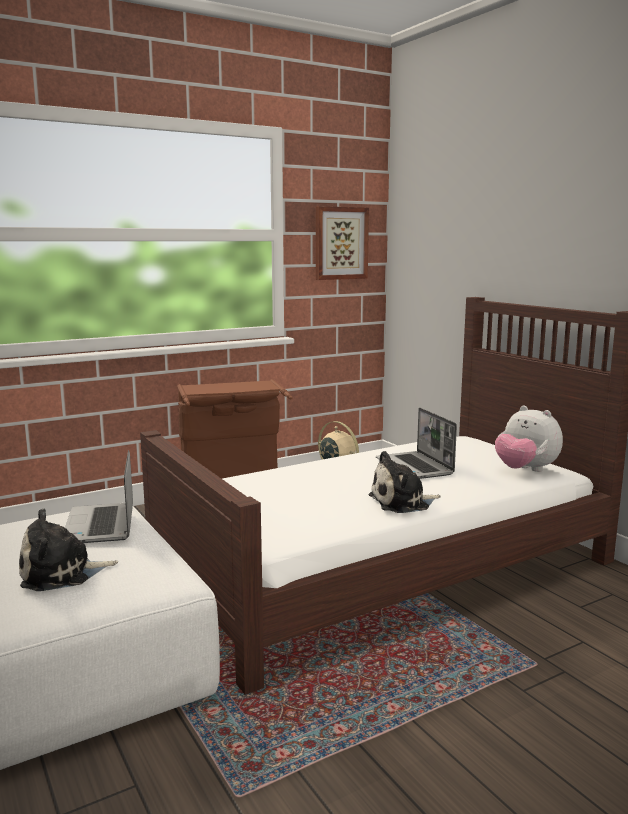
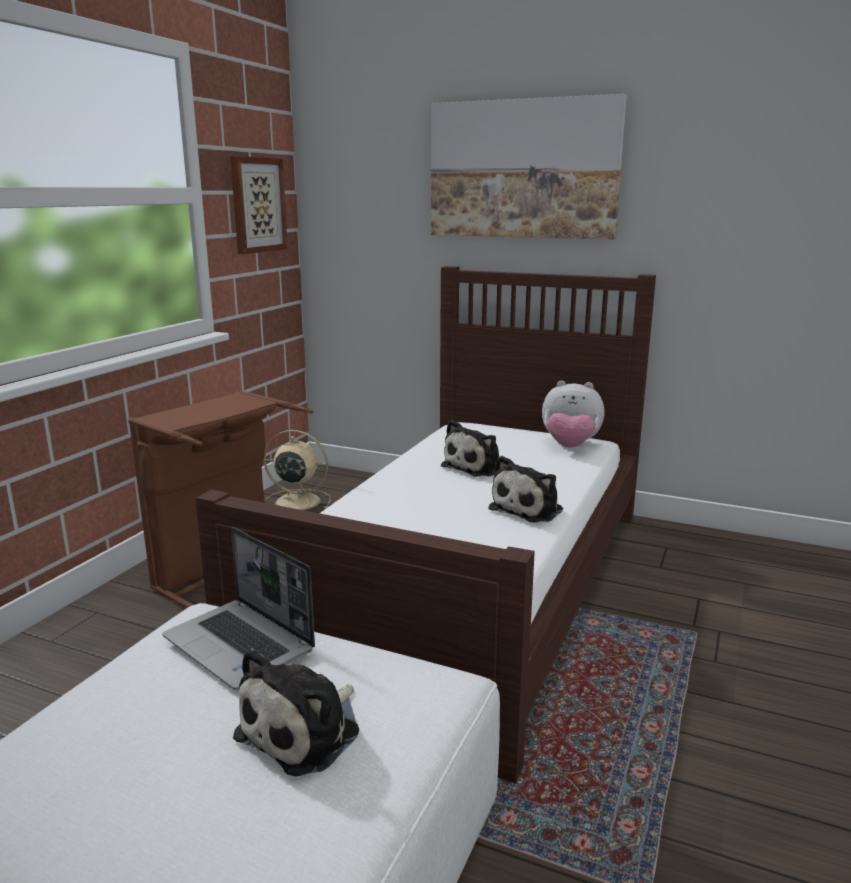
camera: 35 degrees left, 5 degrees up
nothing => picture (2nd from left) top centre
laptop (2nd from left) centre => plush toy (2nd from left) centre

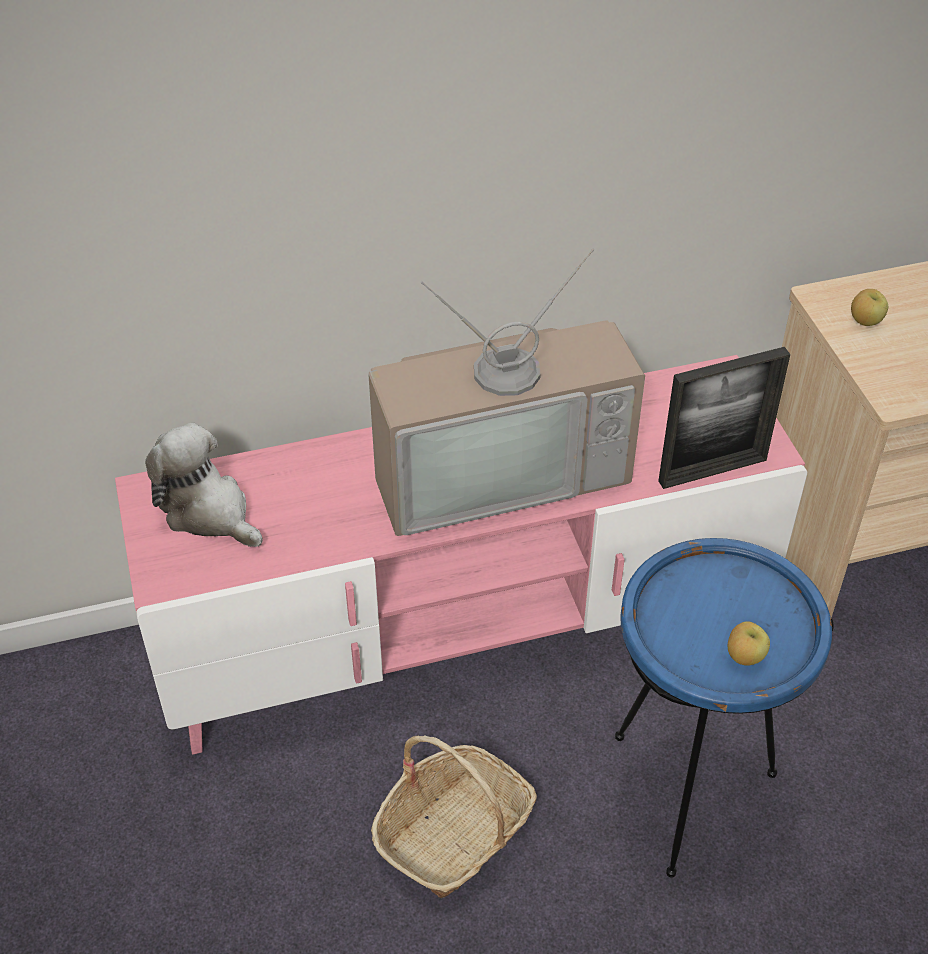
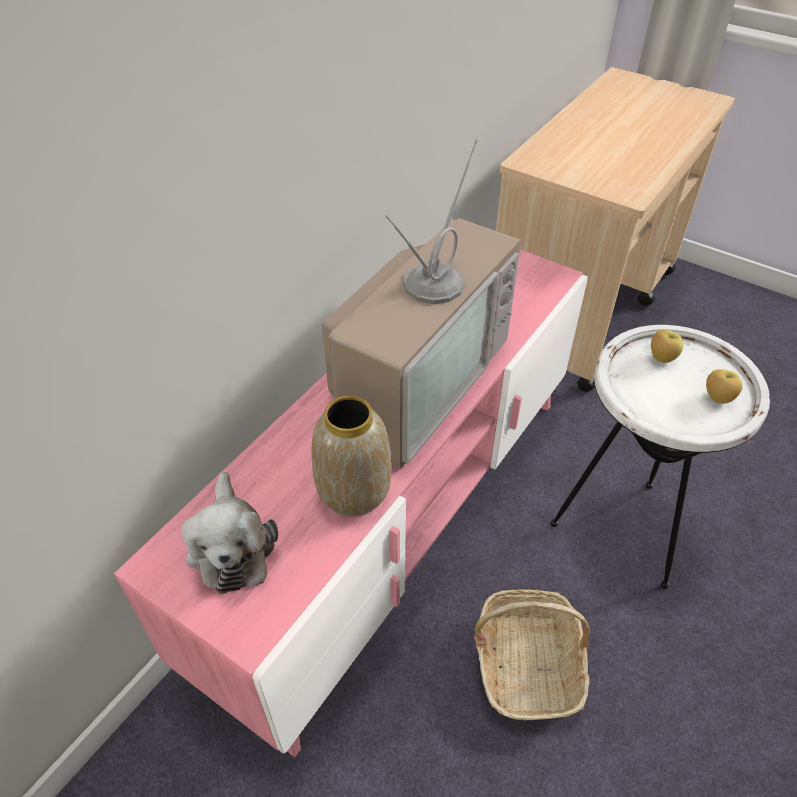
camera: 40 degrees left, 0 degrees up
picture frame middle right => nothing
nothing => vase centre
apple (2nd from left in the first image) top right => apple (1st from left) middle right, moved
blue side table bottom right => white side table middle right
plush toy middle left => plush toy bottom left, 105 degrees counterclockwise

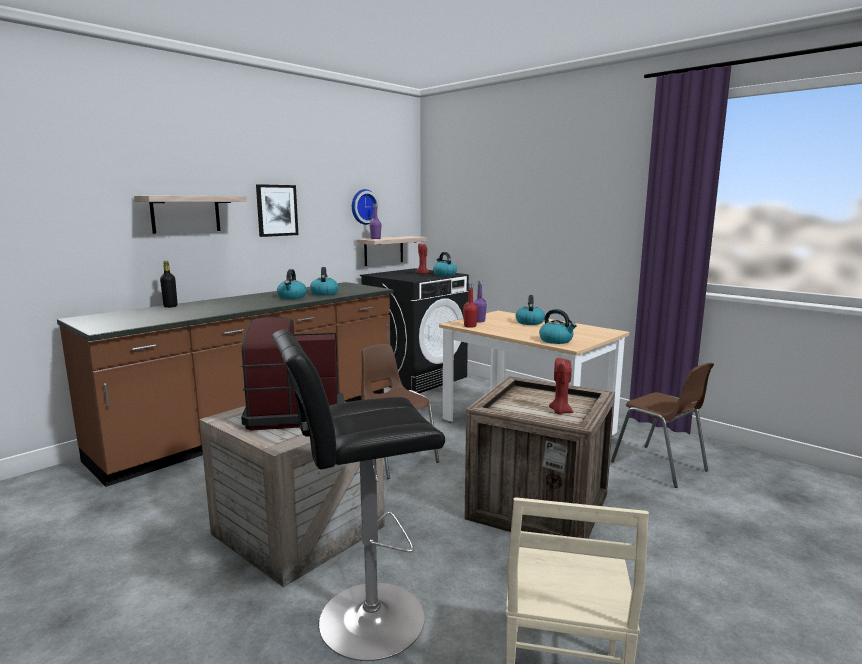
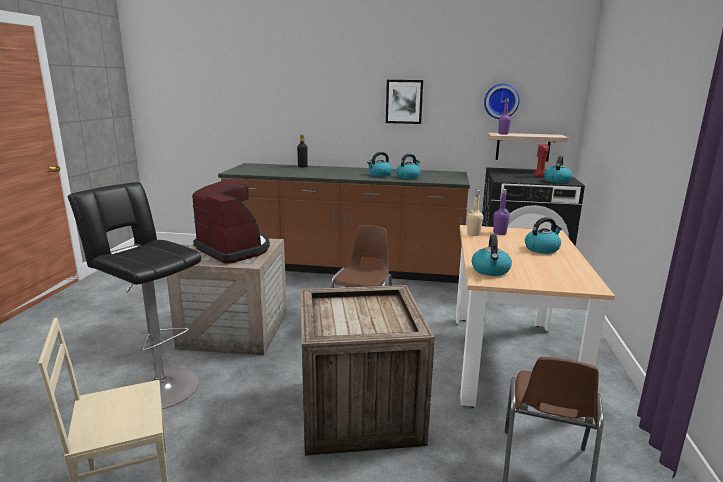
camera: 55 degrees right, 5 degrees up
shelf (1st from left) top left => nothing
red candle (2nd from left) centre => nothing
red bottle centre => beige bottle centre

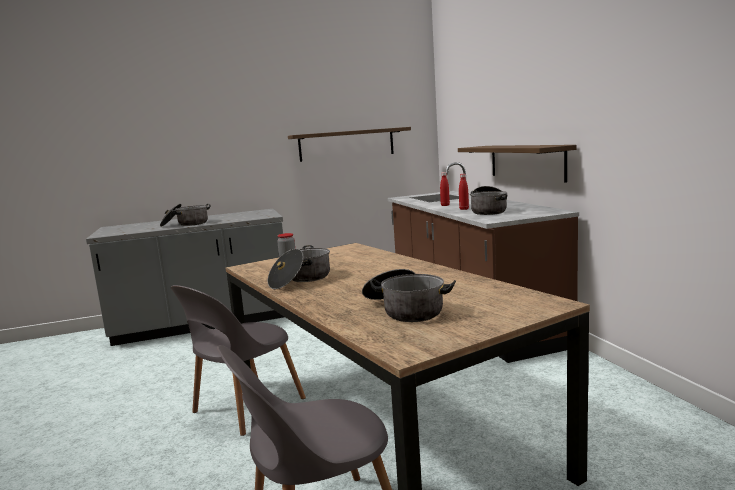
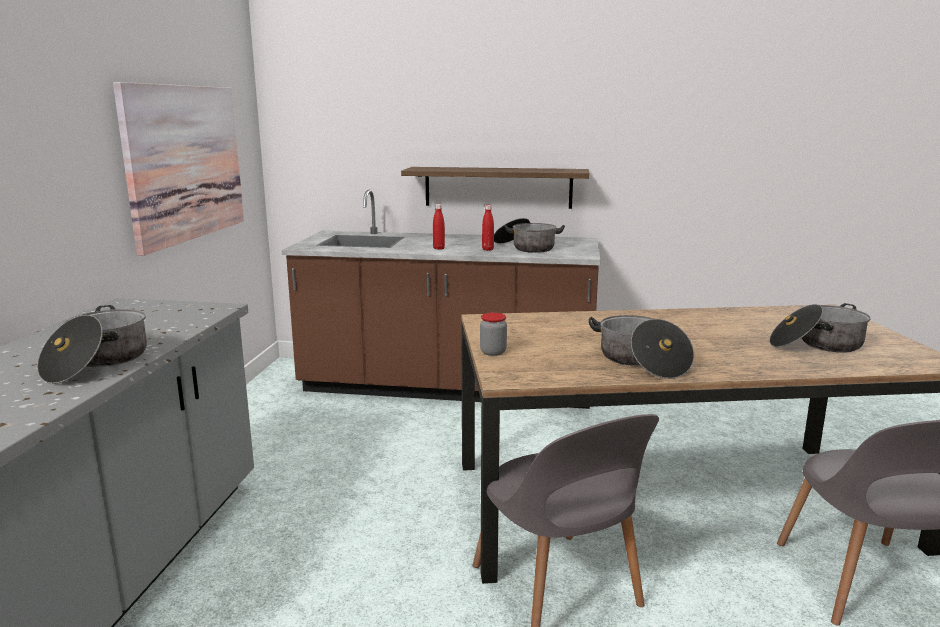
camera: 65 degrees left, 5 degrees up
shelf (1st from left) top centre => picture top left

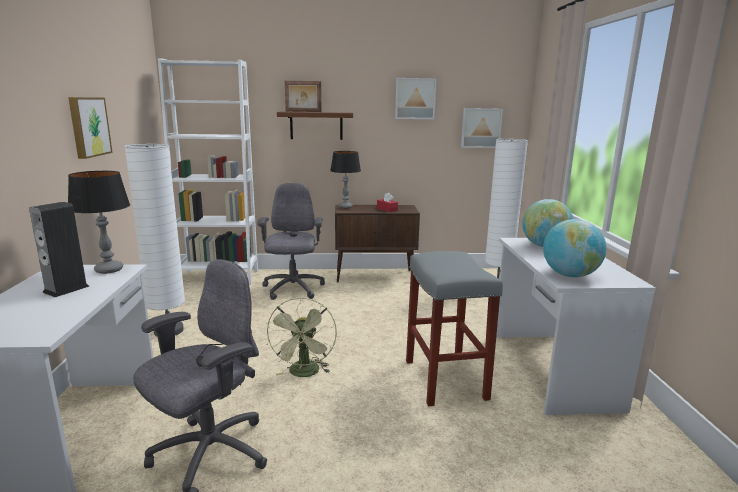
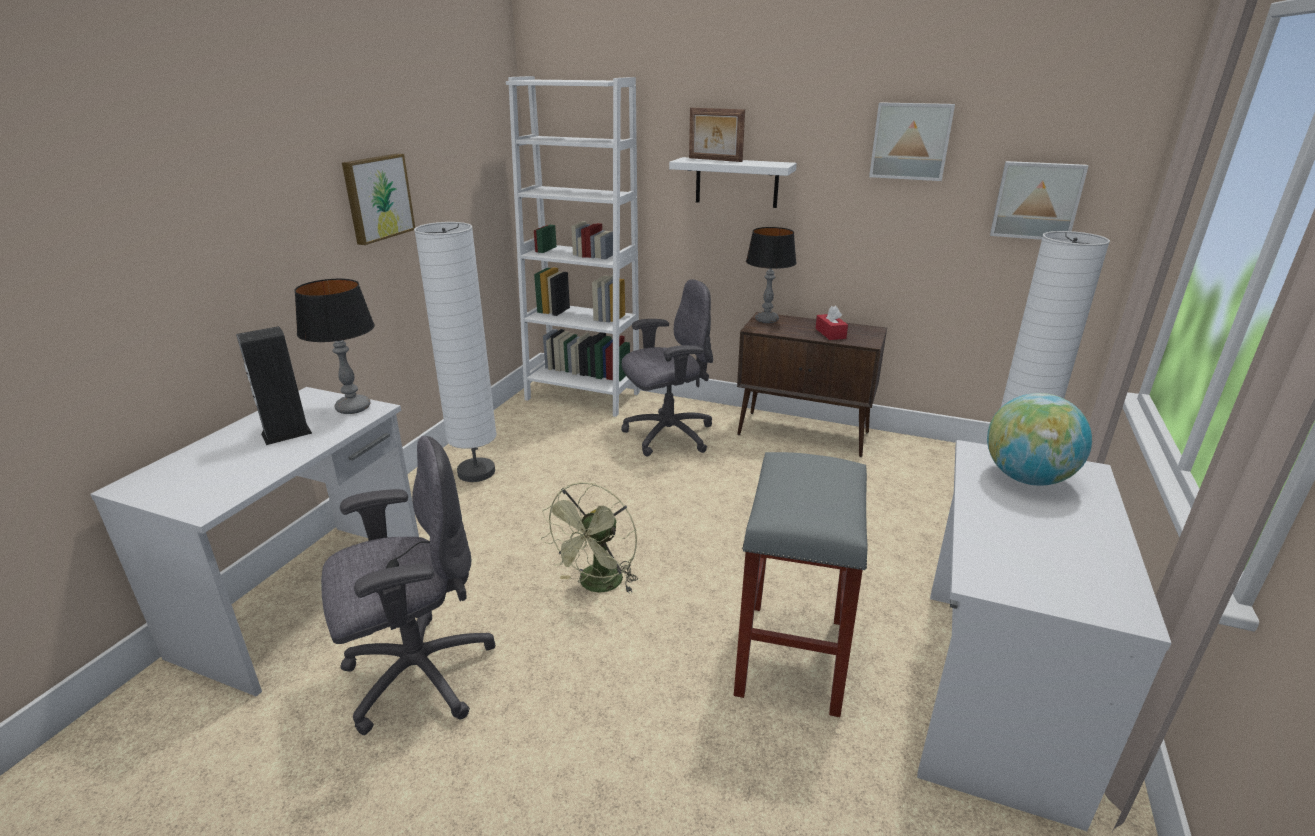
camera: 25 degrees right, 10 degrees up
globe (2nd from left) middle right => nothing
brown shelf top centre => white shelf top centre
grey office chair (2nd from left) centre, 45 degrees clockwise

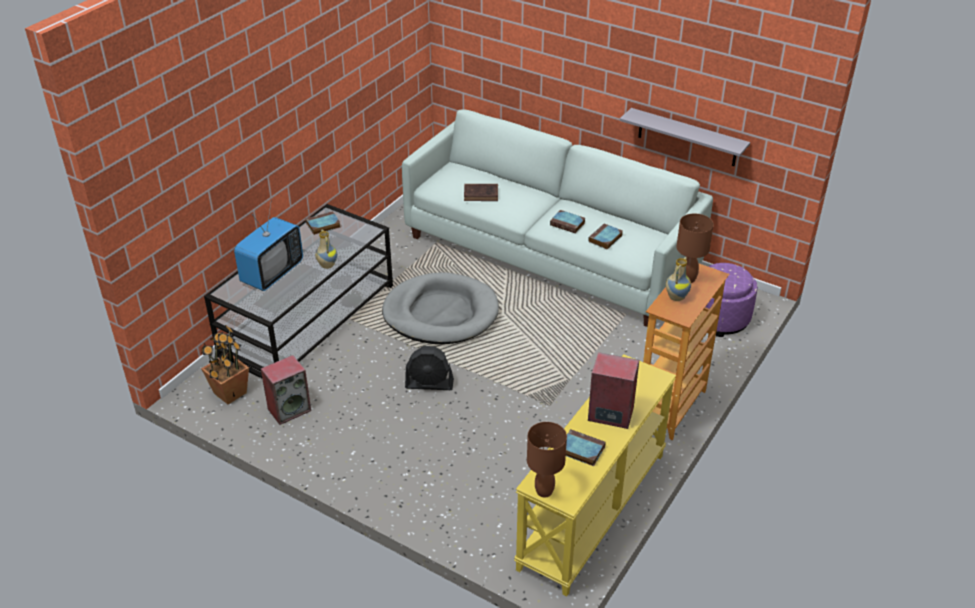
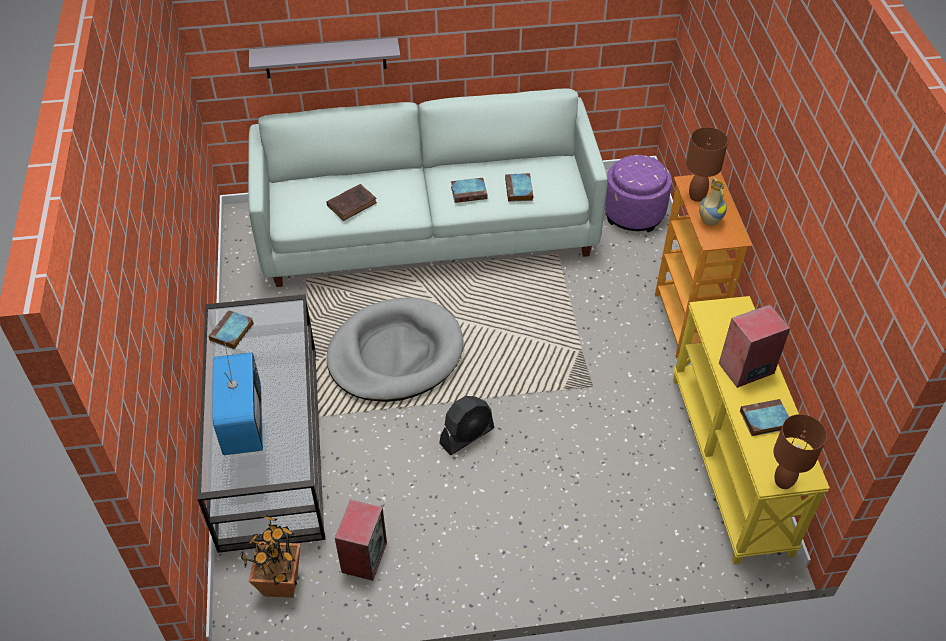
camera: 40 degrees left, 10 degrees up
vase (1st from left) centre => nothing
grey shelf top right => grey shelf top centre, moved

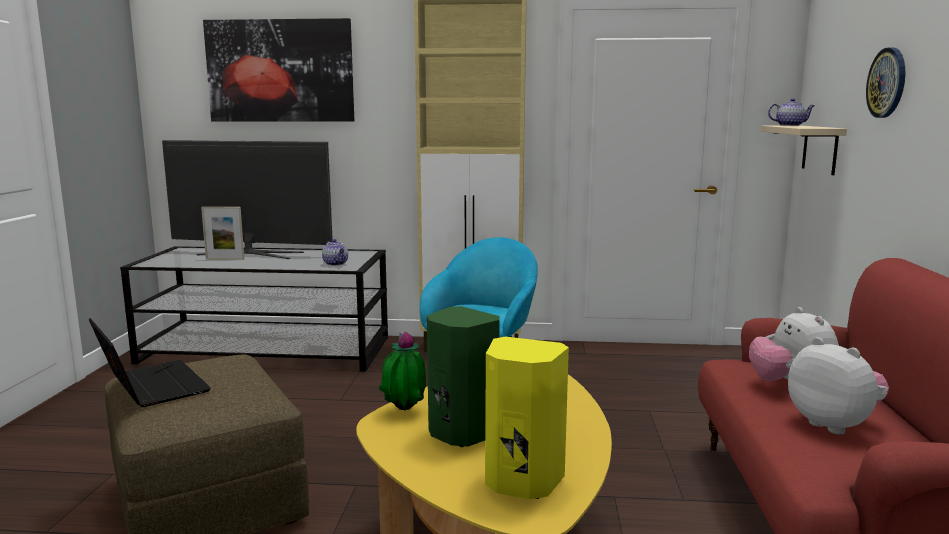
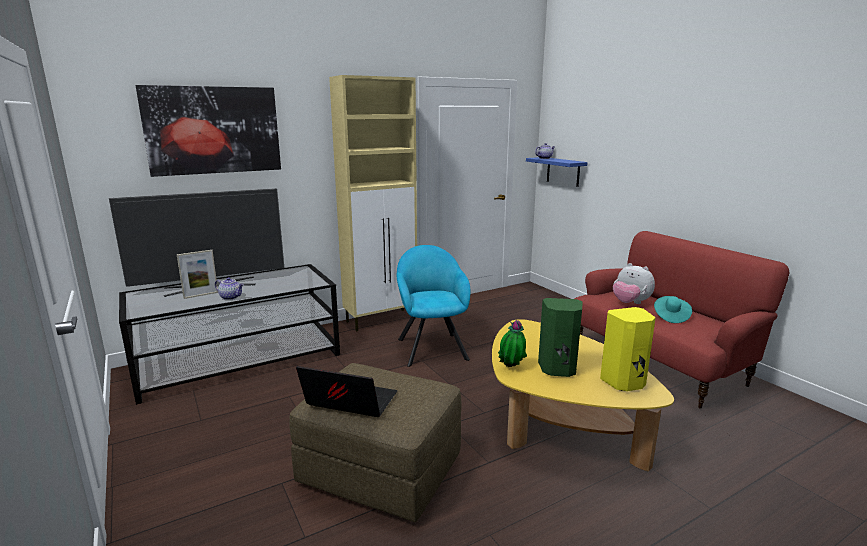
camera: 35 degrees left, 5 degrees up
wall clock top right => nothing
teapot (1st from left) centre => teapot (1st from left) middle left, moved
plush toy (2nd from left) bottom right => turquoise hat middle right
beige shelf top right => blue shelf top centre

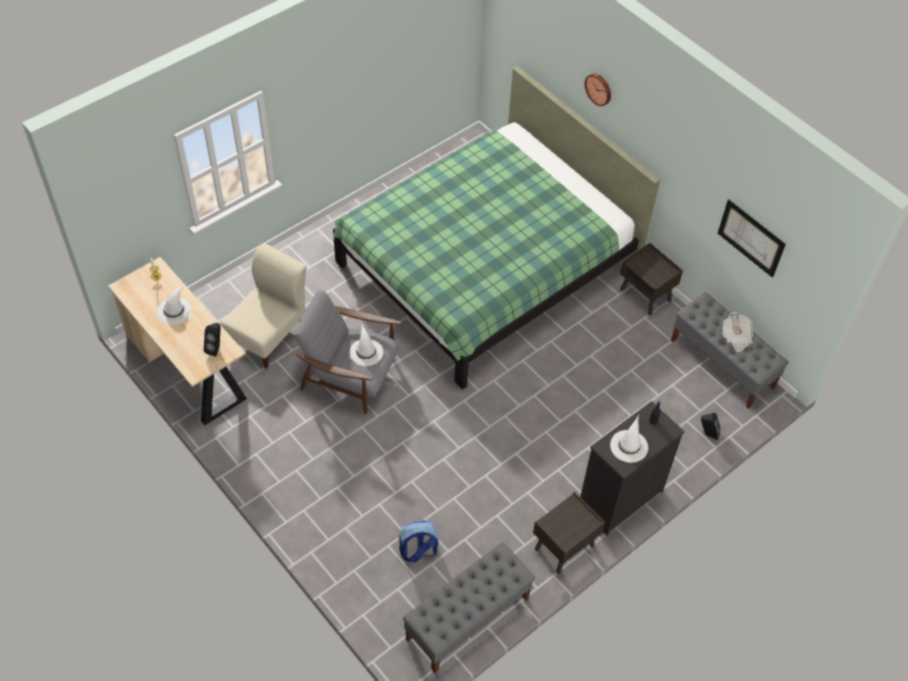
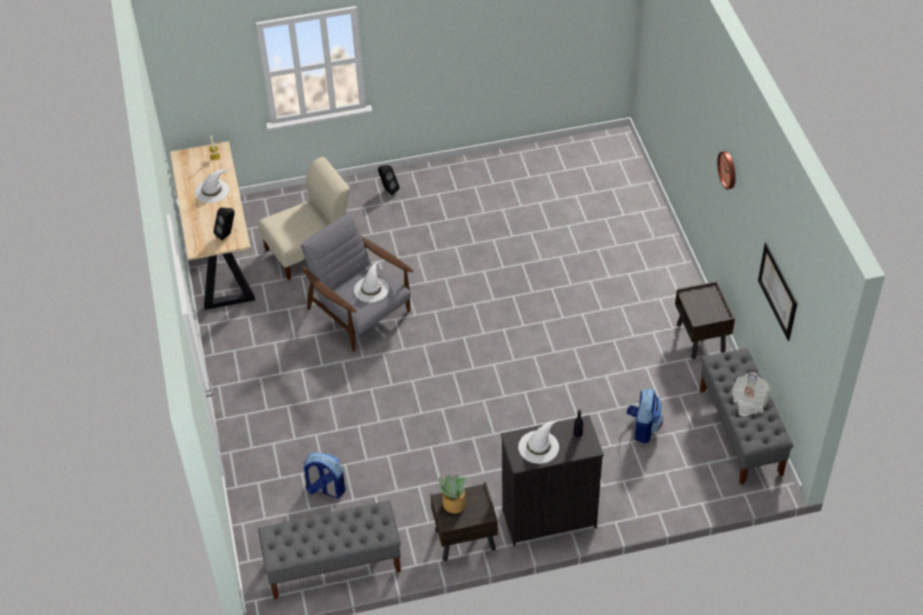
camera: 30 degrees right, 5 degrees down
green bed centre => nothing
nothing => potted plant bottom centre
nothing => backpack (2nd from left) bottom right
wall clock top centre => wall clock top right, moved
black speaker (2nd from left) middle right => black speaker (2nd from left) top centre, moved

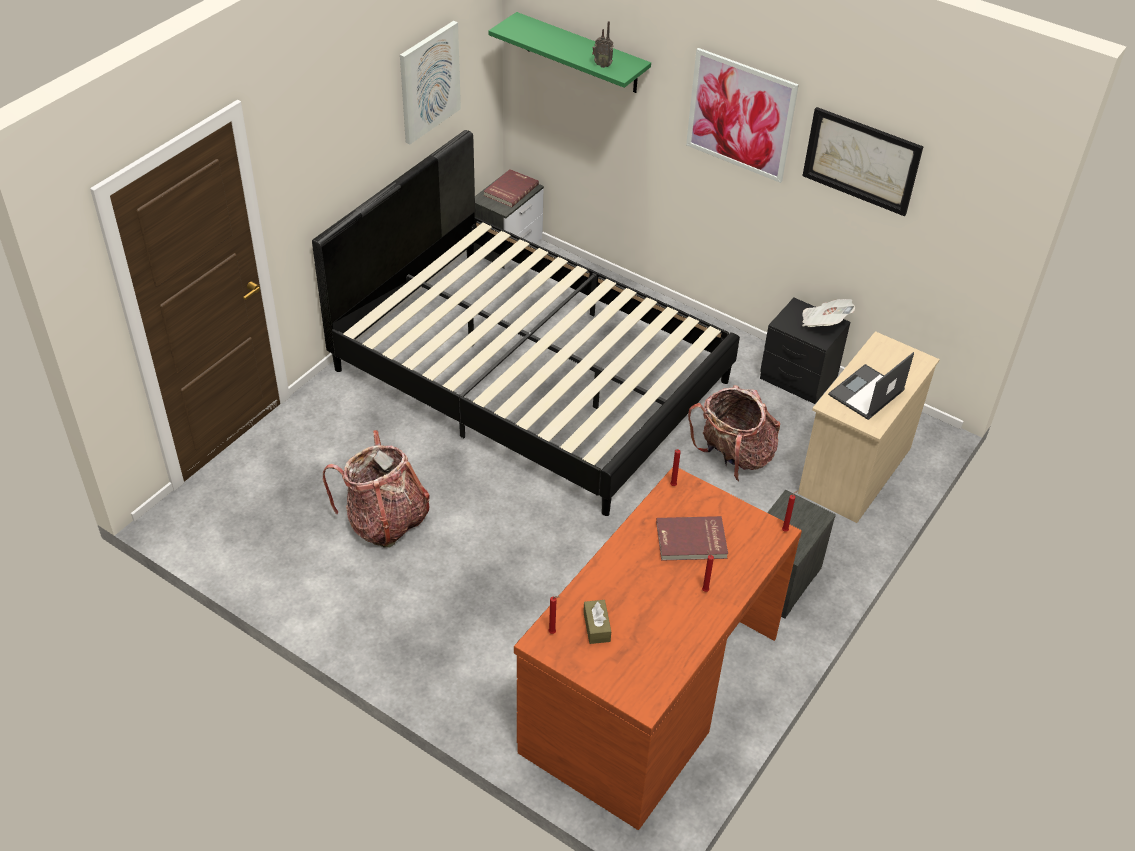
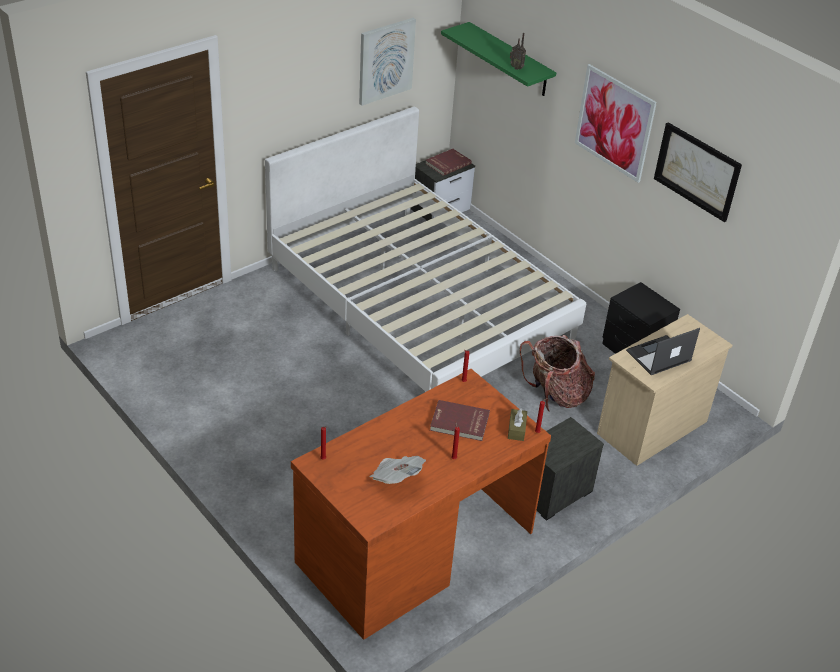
camera: 15 degrees right, 5 degrees down
backpack (1st from left) middle left => nothing
brown tissue box bottom centre => brown tissue box centre, moved
newspaper middle right => newspaper bottom centre, moved
black bed centre => white bed centre

